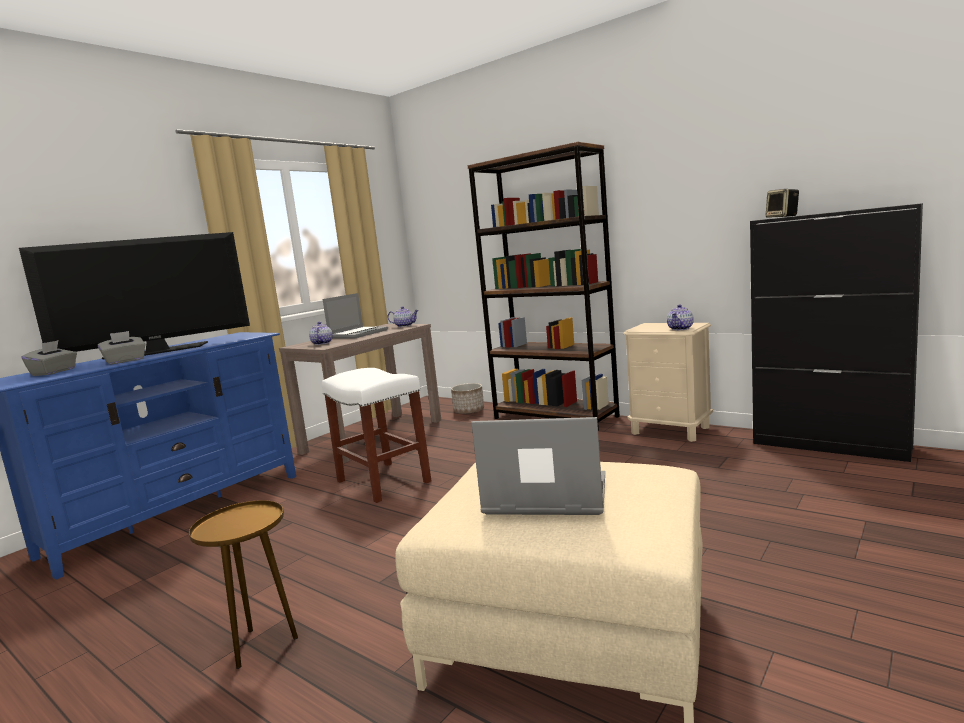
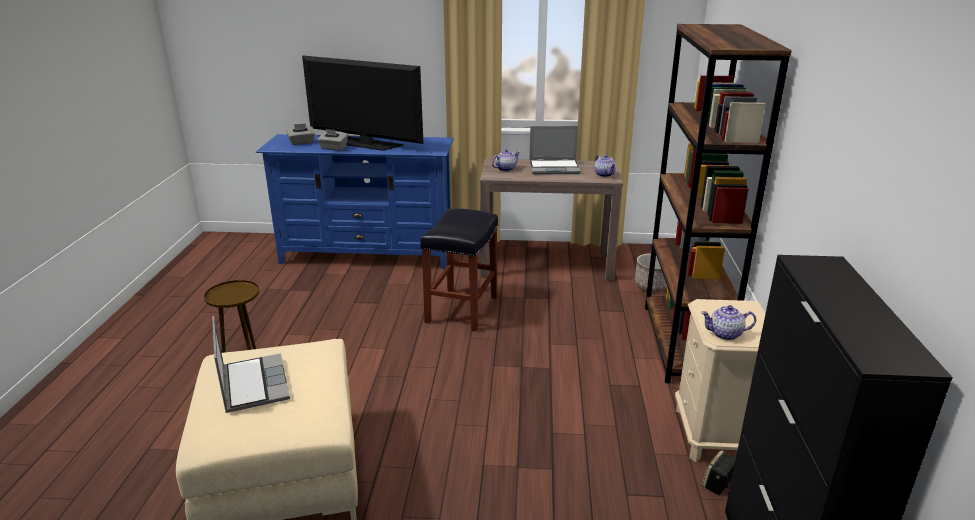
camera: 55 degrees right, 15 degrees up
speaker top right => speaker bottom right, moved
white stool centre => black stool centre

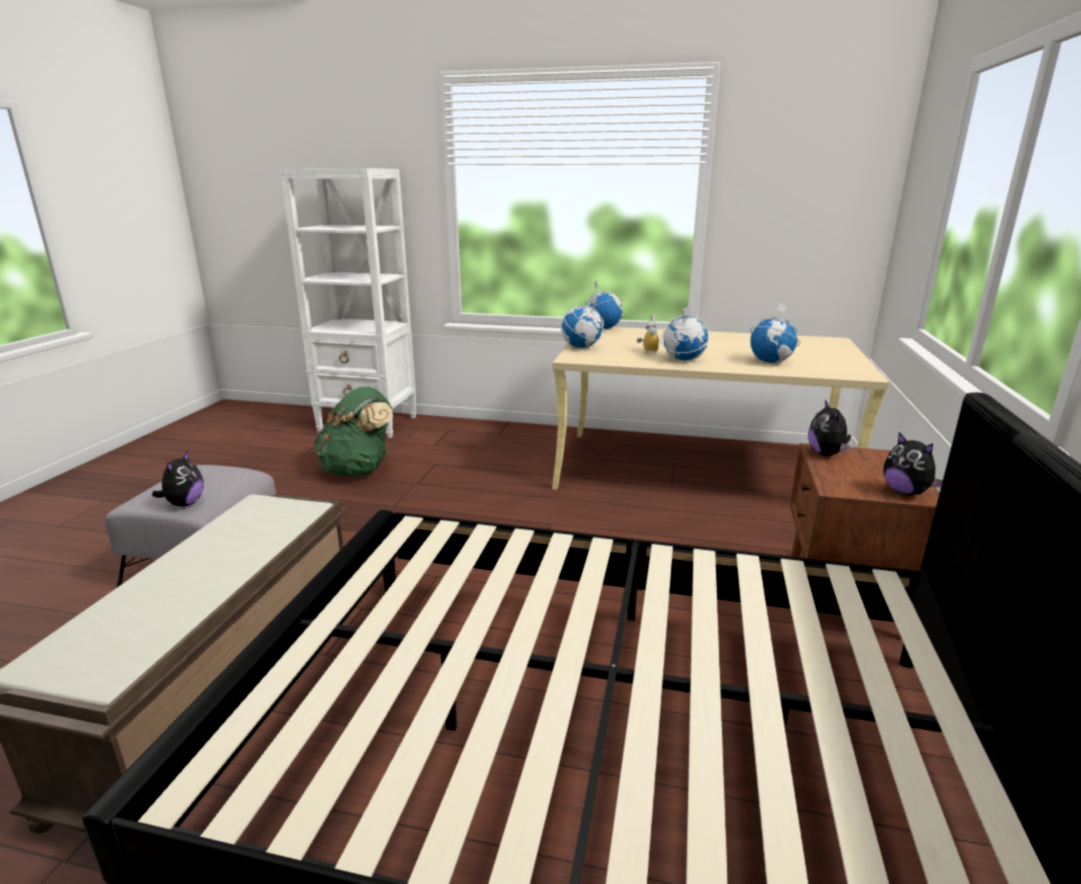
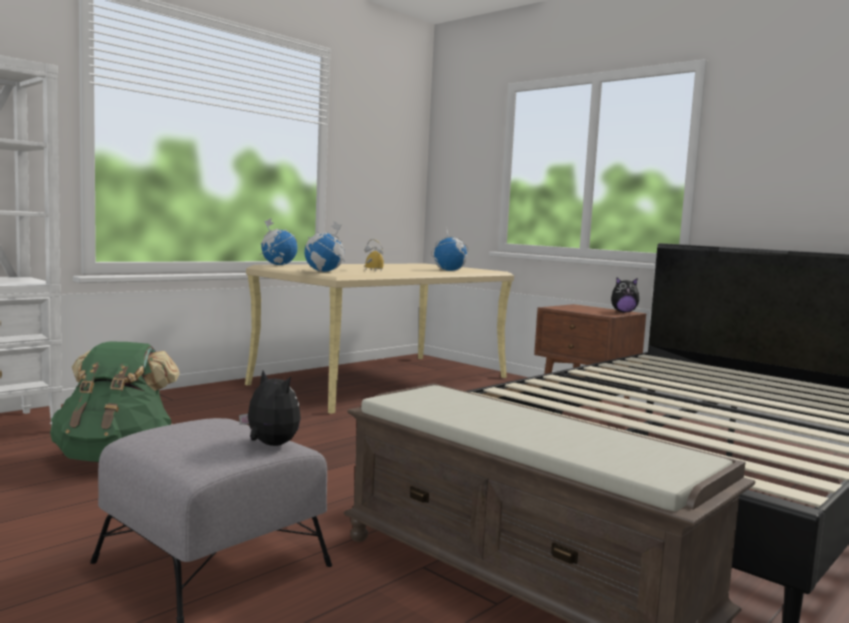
camera: 60 degrees left, 15 degrees down
globe (3rd from left) centre => nothing
plush toy (2nd from left) middle right => nothing

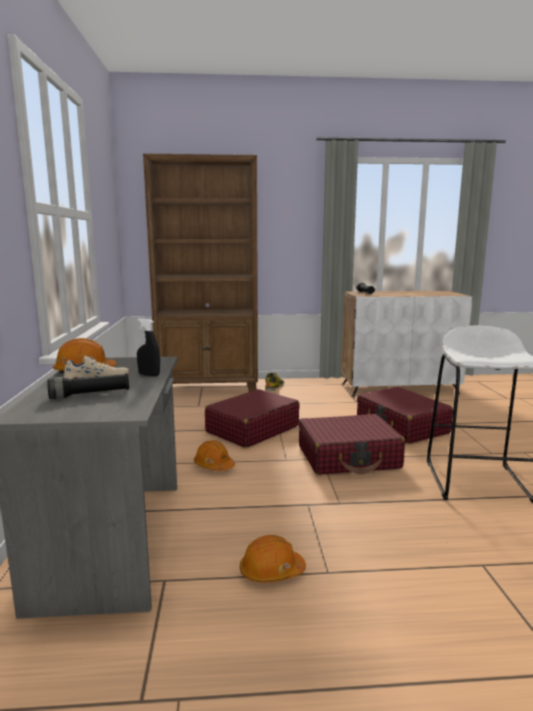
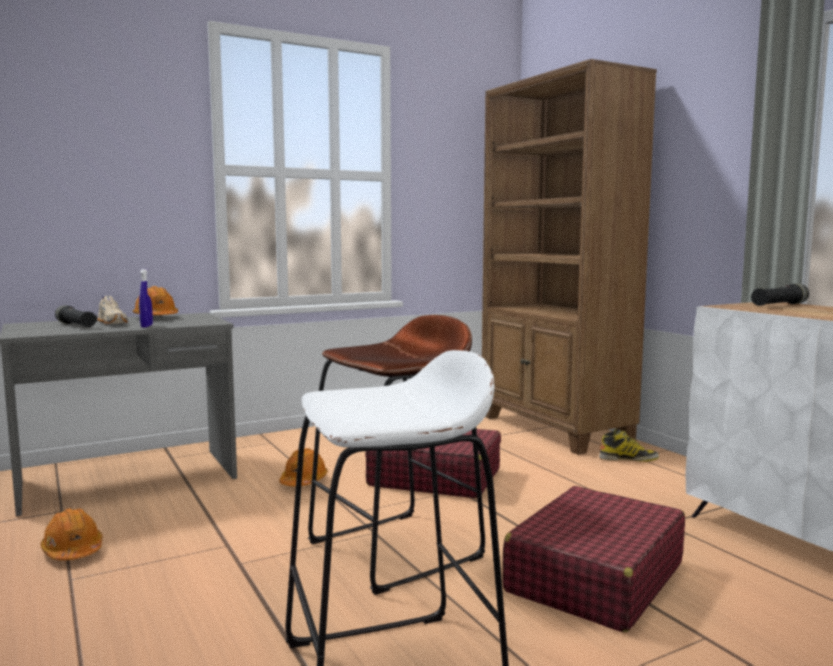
camera: 65 degrees right, 5 degrees down
red suitcase (2nd from left) centre => brown stool bottom centre
black spray bottle middle left => blue spray bottle middle left

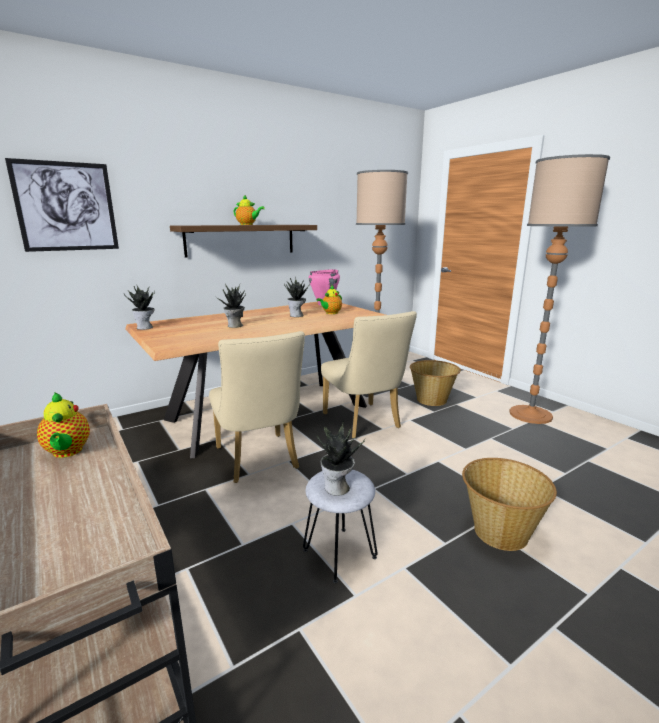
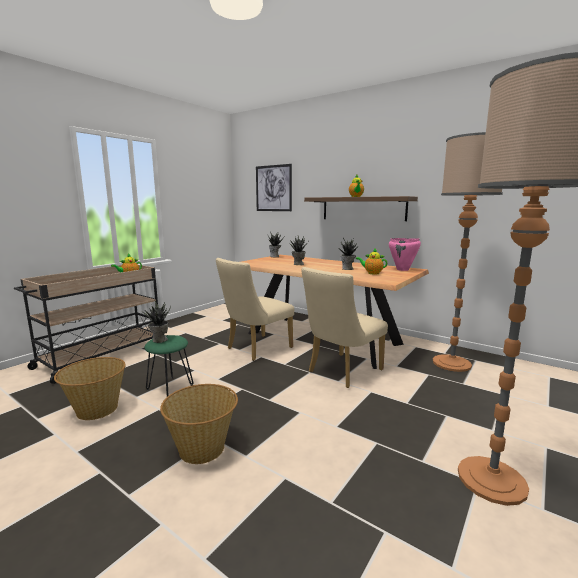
camera: 70 degrees right, 5 degrees down
basket (1st from left) centre => basket (1st from left) bottom left, moved
grey stool bottom centre => green stool middle left

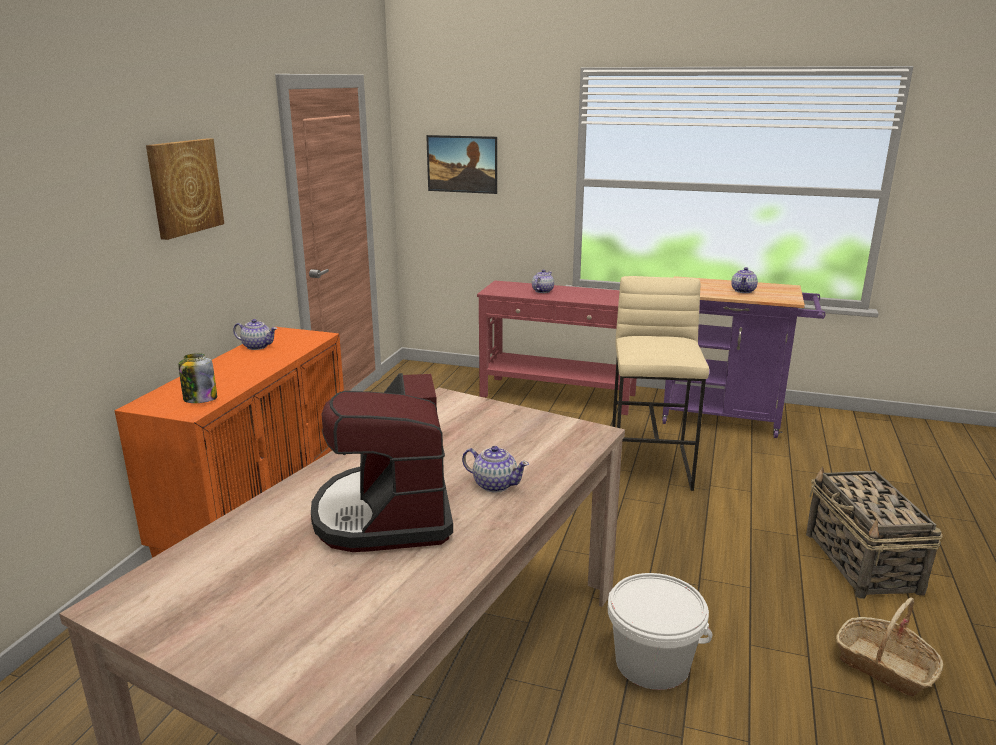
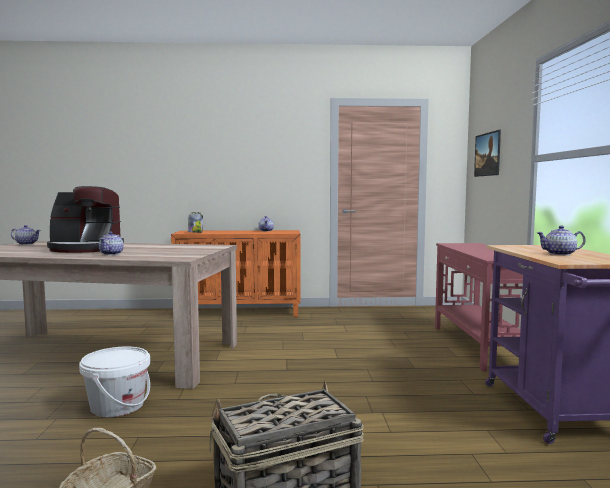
camera: 70 degrees right, 15 degrees down
picture (1st from left) top left => nothing
beige stool centre => nothing
teapot (3rd from left in the first image) centre => teapot (1st from left) middle left, moved
coffee machine centre => coffee machine middle left, 150 degrees counterclockwise

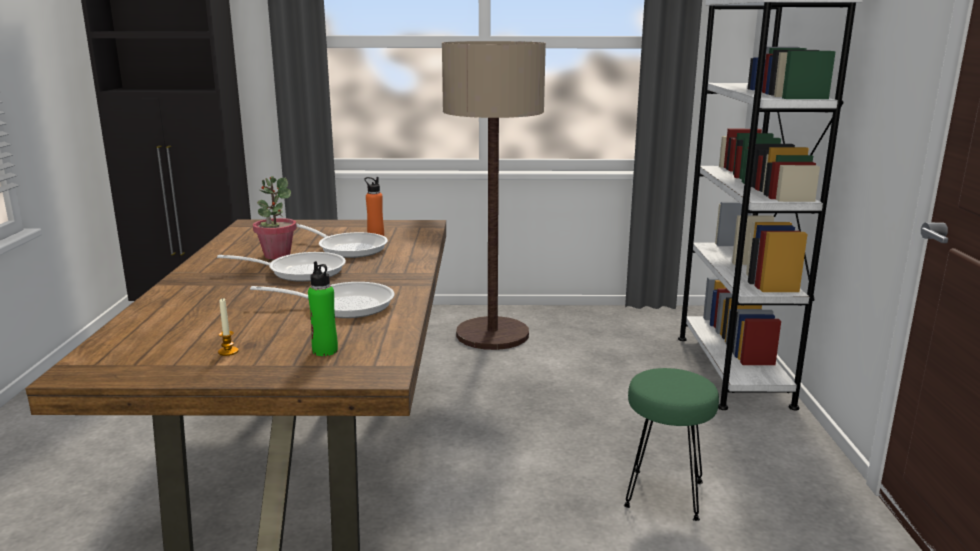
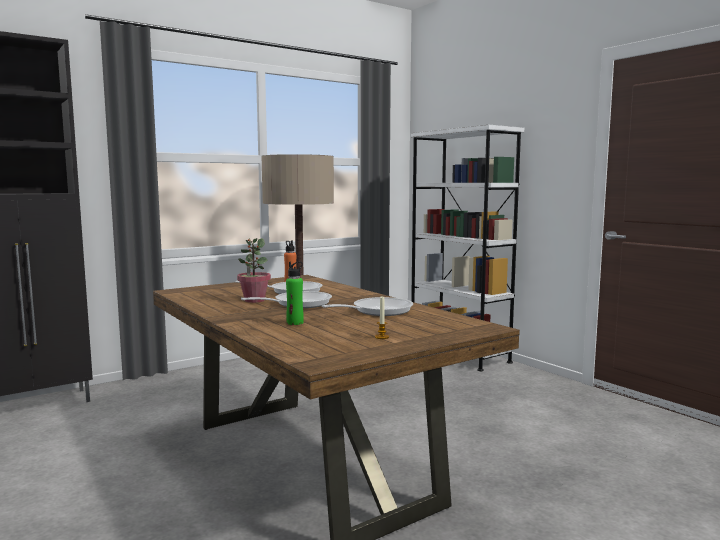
camera: 35 degrees left, 10 degrees down
green stool bottom right => nothing
green bottle middle left => green bottle centre, moved

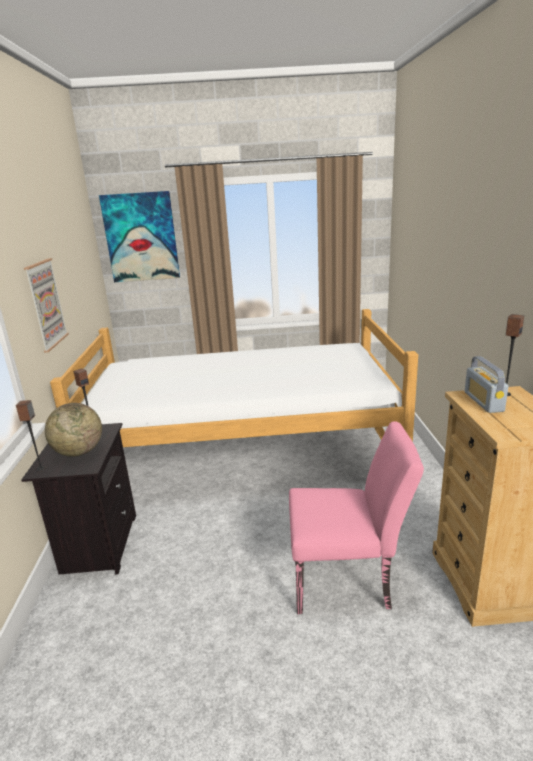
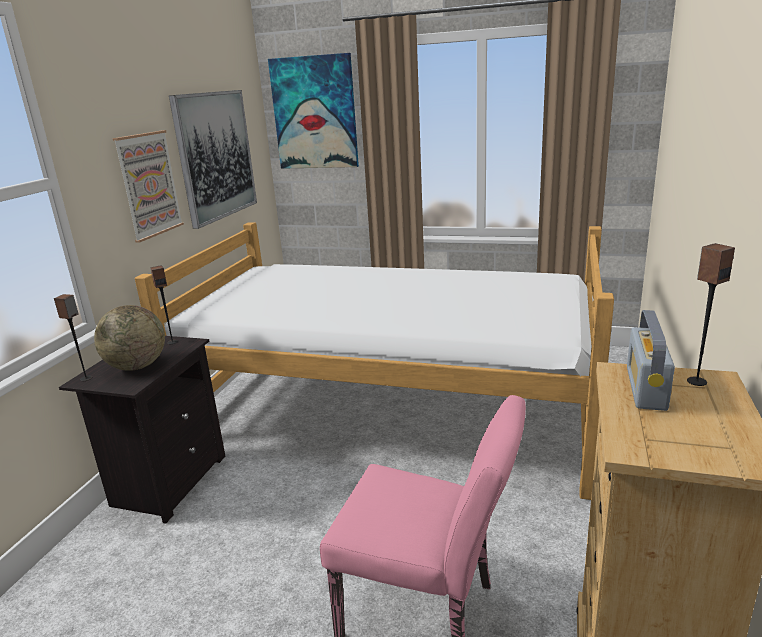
camera: 20 degrees right, 0 degrees up
nothing => picture (2nd from left) top left

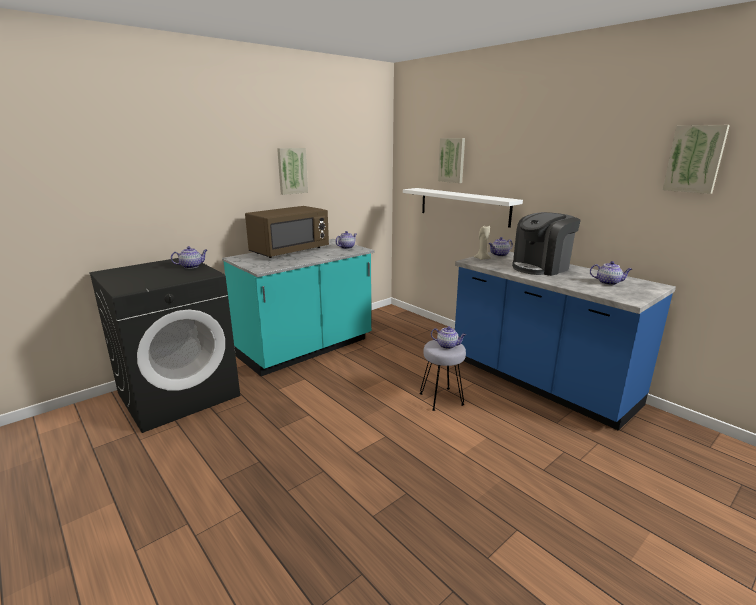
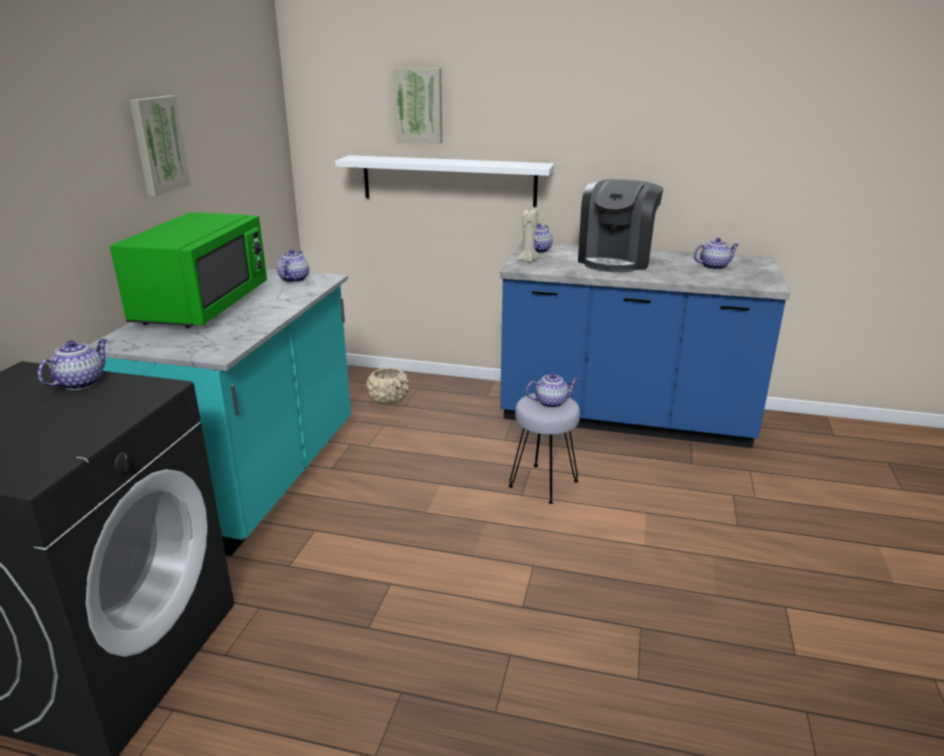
camera: 35 degrees left, 5 degrees up
picture (3rd from left) top right => nothing
nothing => beige planter centre
brown microwave centre => green microwave middle left

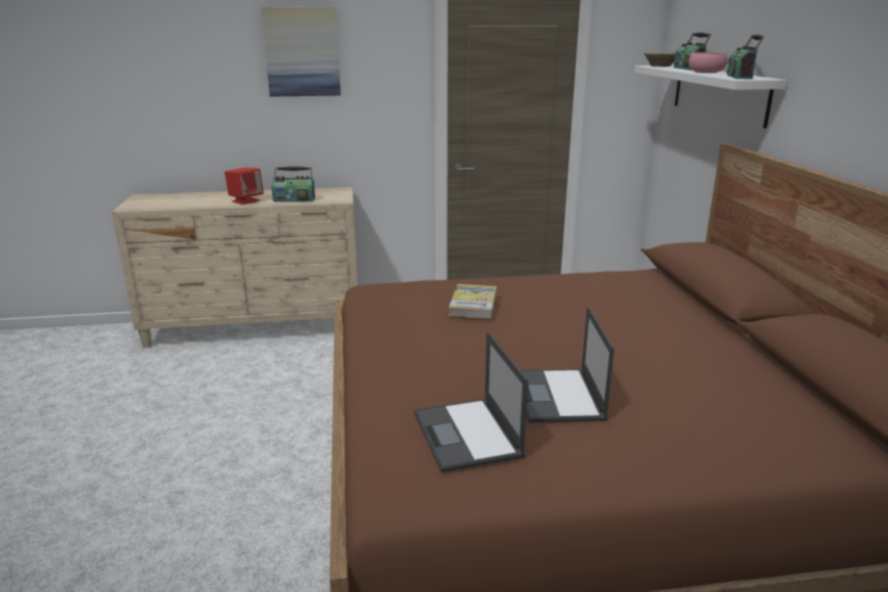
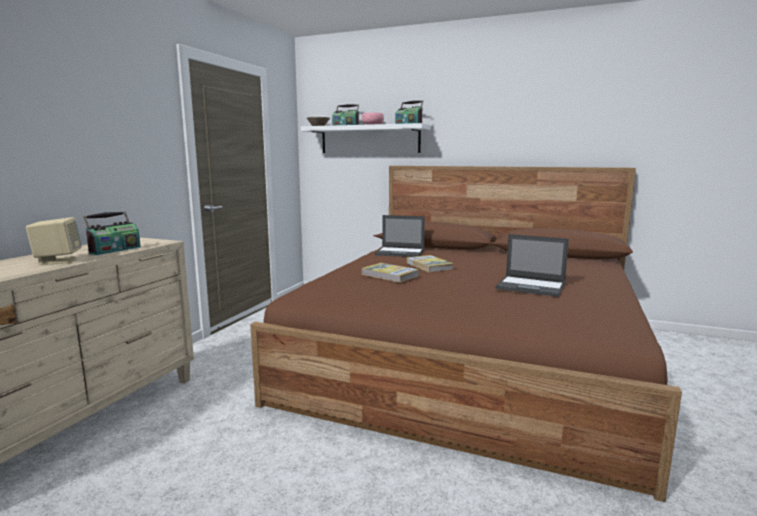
camera: 60 degrees left, 10 degrees down
picture top centre => nothing
nothing => book (2nd from left) centre
laptop (1st from left) bottom centre => laptop (1st from left) centre, moved
red speaker top left => beige speaker middle left

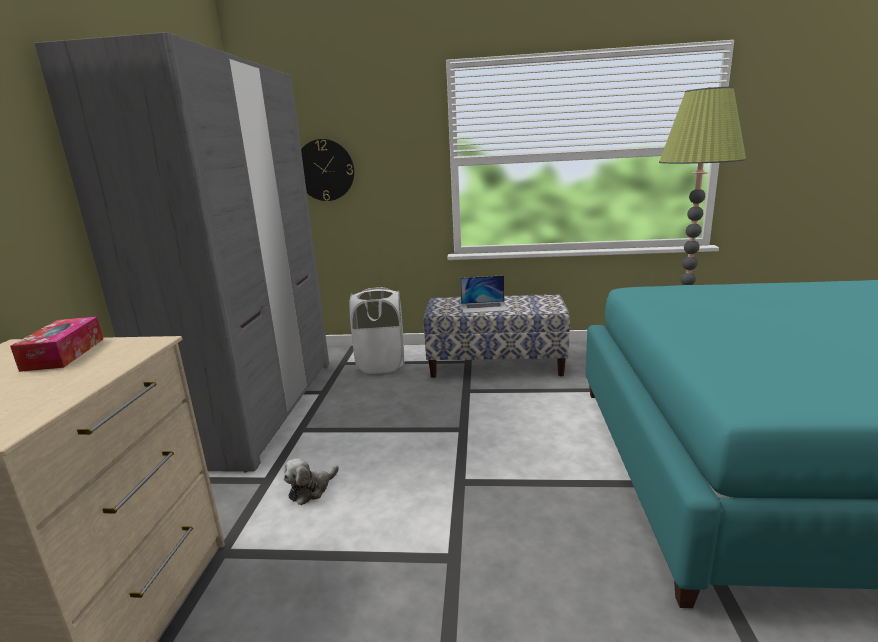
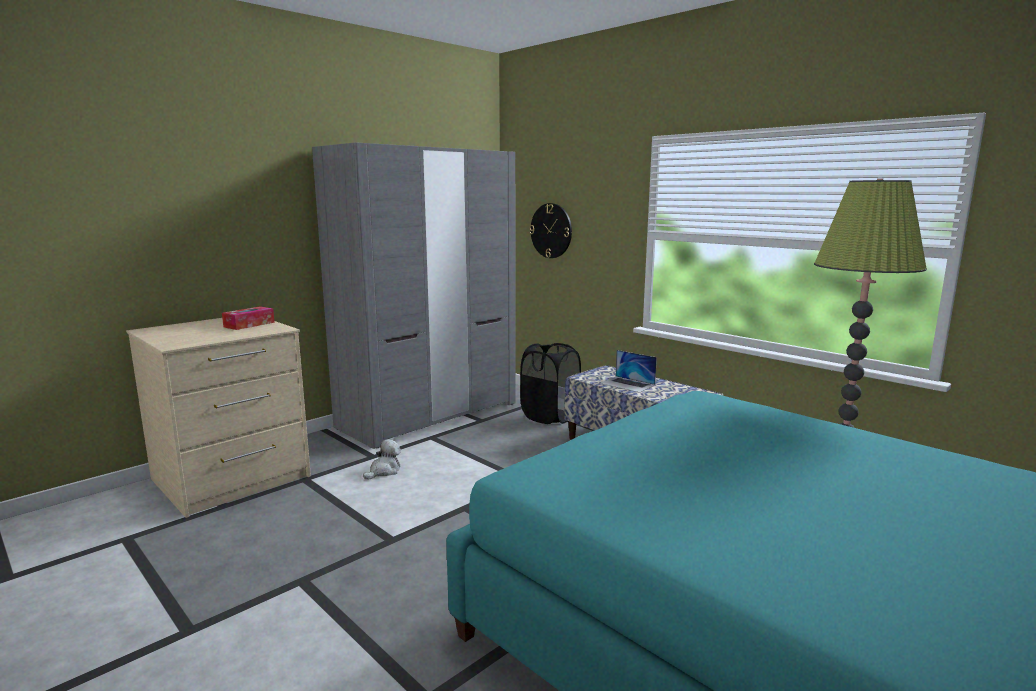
camera: 40 degrees right, 5 degrees down
white laundry basket centre => black laundry basket centre
plush toy bottom centre => plush toy centre, 135 degrees clockwise

